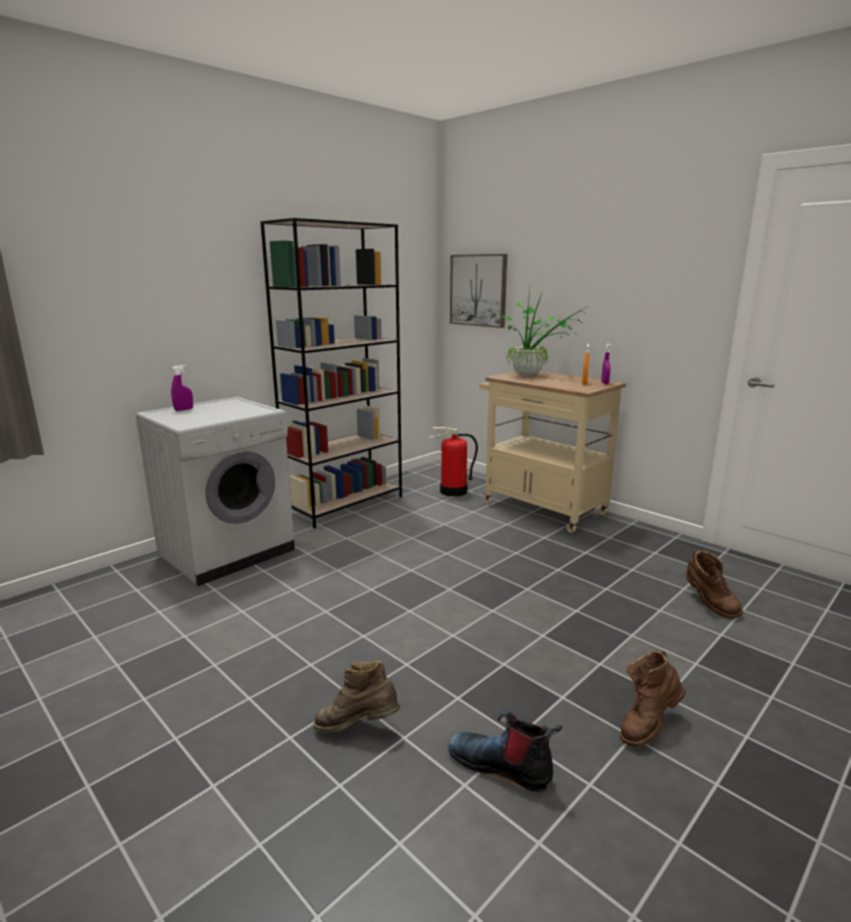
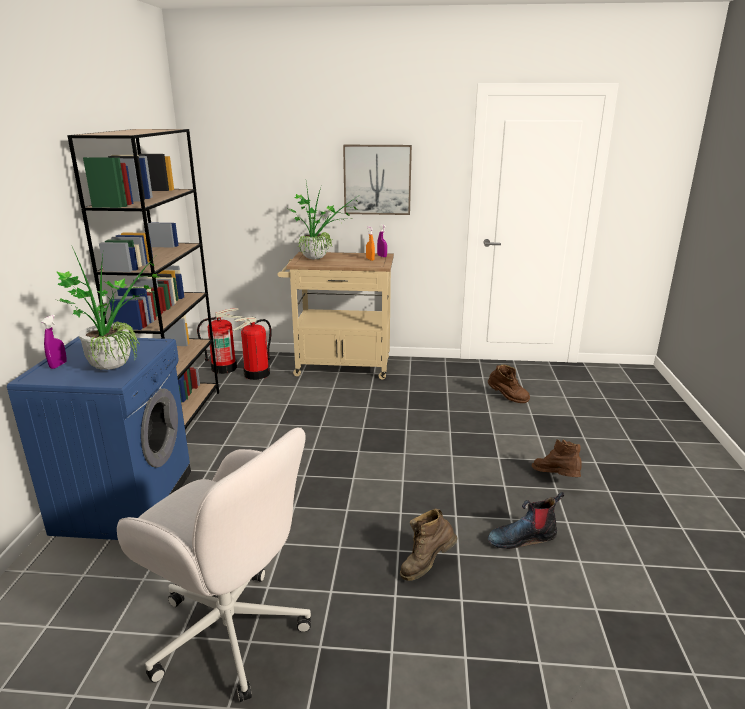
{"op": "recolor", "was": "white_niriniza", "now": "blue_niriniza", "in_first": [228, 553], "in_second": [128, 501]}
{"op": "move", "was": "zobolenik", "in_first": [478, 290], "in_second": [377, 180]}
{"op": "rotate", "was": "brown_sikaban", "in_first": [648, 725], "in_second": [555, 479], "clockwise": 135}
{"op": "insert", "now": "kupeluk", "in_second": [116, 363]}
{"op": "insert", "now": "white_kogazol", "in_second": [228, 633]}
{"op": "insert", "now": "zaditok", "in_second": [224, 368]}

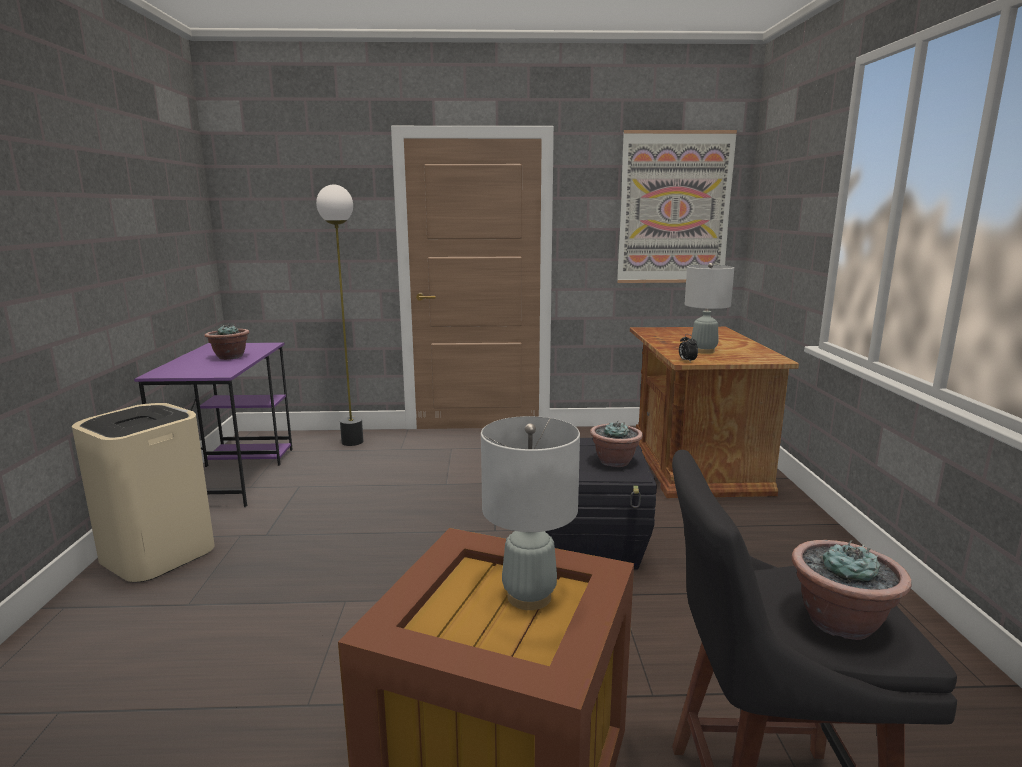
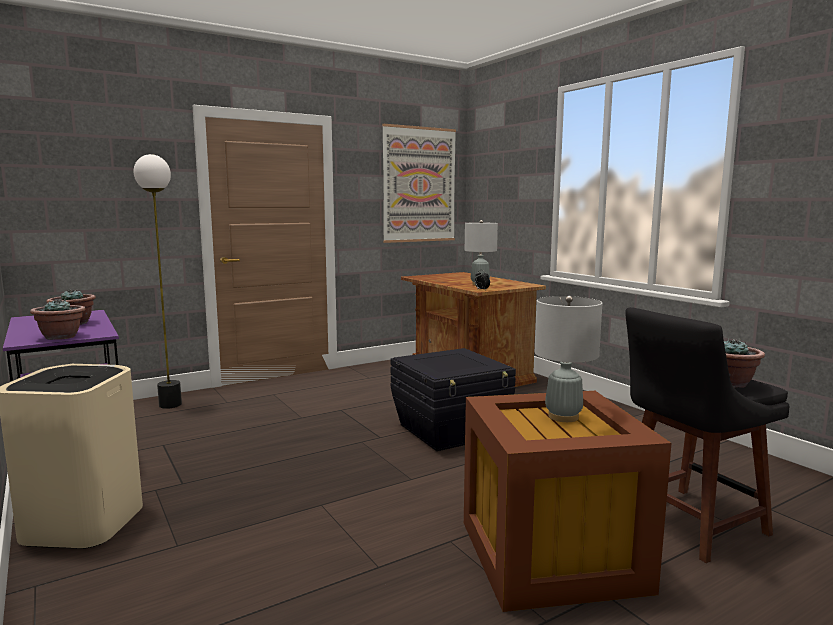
{"op": "move", "was": "kupeluk", "in_first": [614, 462], "in_second": [61, 337]}

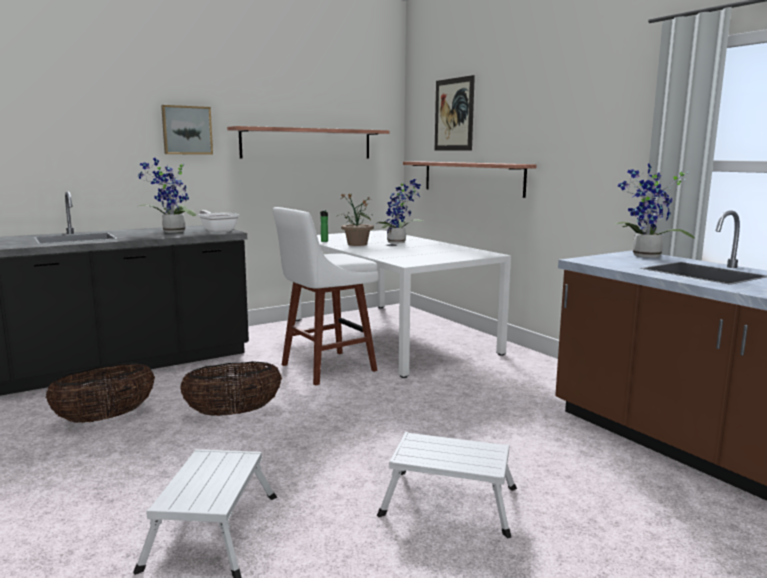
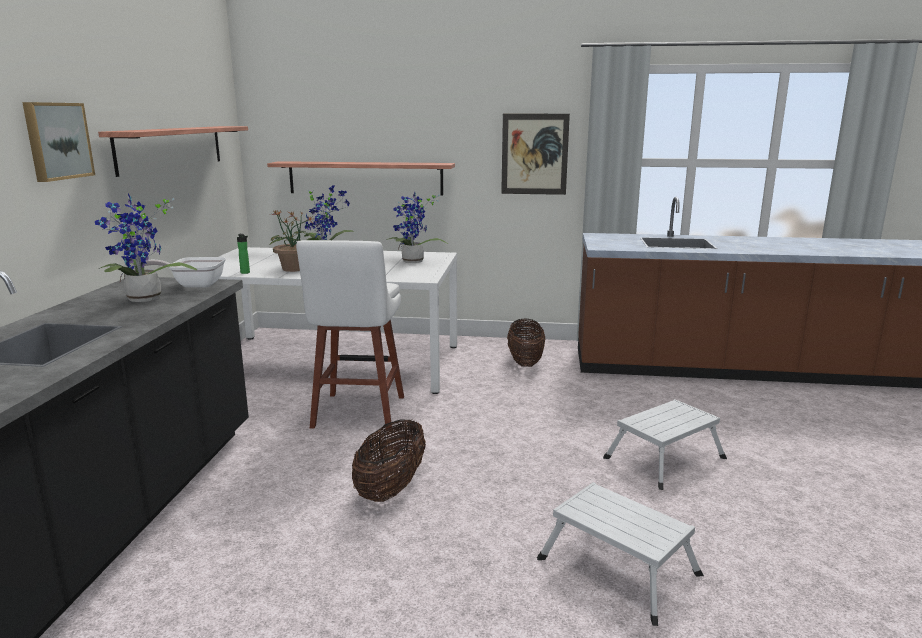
{"op": "move", "was": "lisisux", "in_first": [105, 418], "in_second": [525, 362]}
{"op": "move", "was": "zobolenik", "in_first": [454, 114], "in_second": [534, 154]}
{"op": "move", "was": "kupeluk", "in_first": [644, 256], "in_second": [413, 262]}

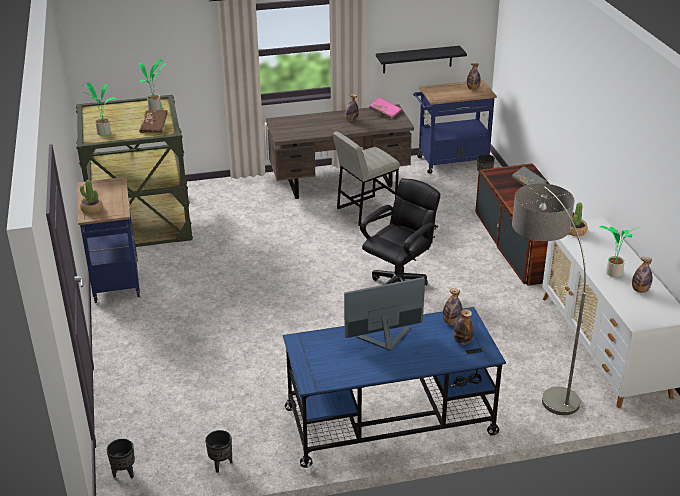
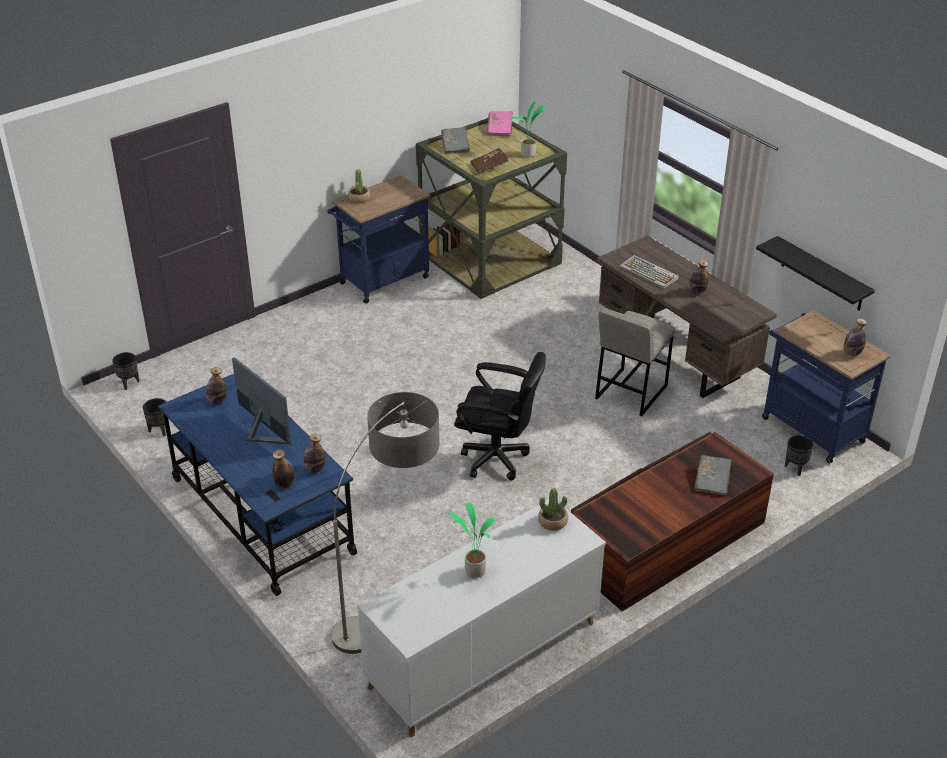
{"op": "replace", "was": "kupeluk", "now": "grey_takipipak", "in_first": [103, 132], "in_second": [455, 146]}
{"op": "rotate", "was": "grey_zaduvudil", "in_first": [365, 211], "in_second": [630, 393], "clockwise": -90}
{"op": "move", "was": "pink_takipipak", "in_first": [385, 113], "in_second": [500, 129]}
{"op": "move", "was": "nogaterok", "in_first": [640, 290], "in_second": [217, 401]}
{"op": "insert", "now": "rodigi", "in_second": [649, 273]}

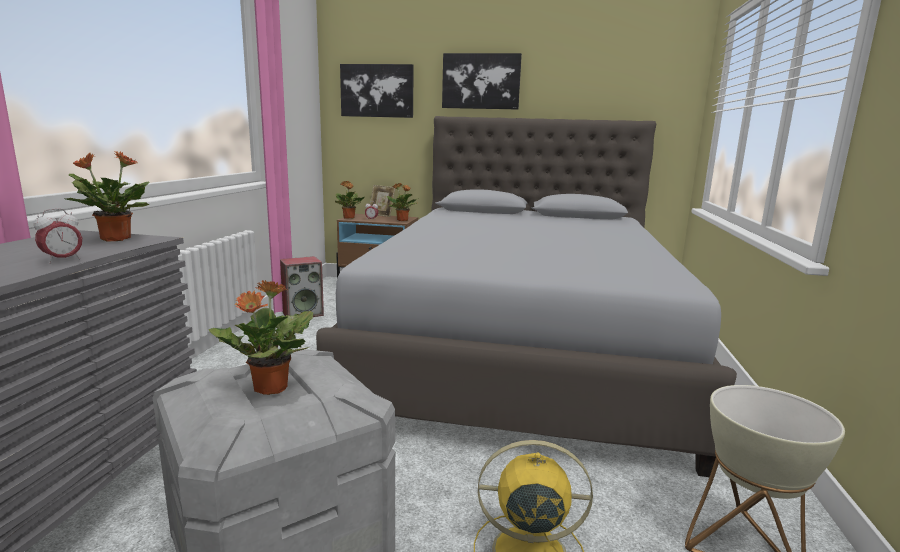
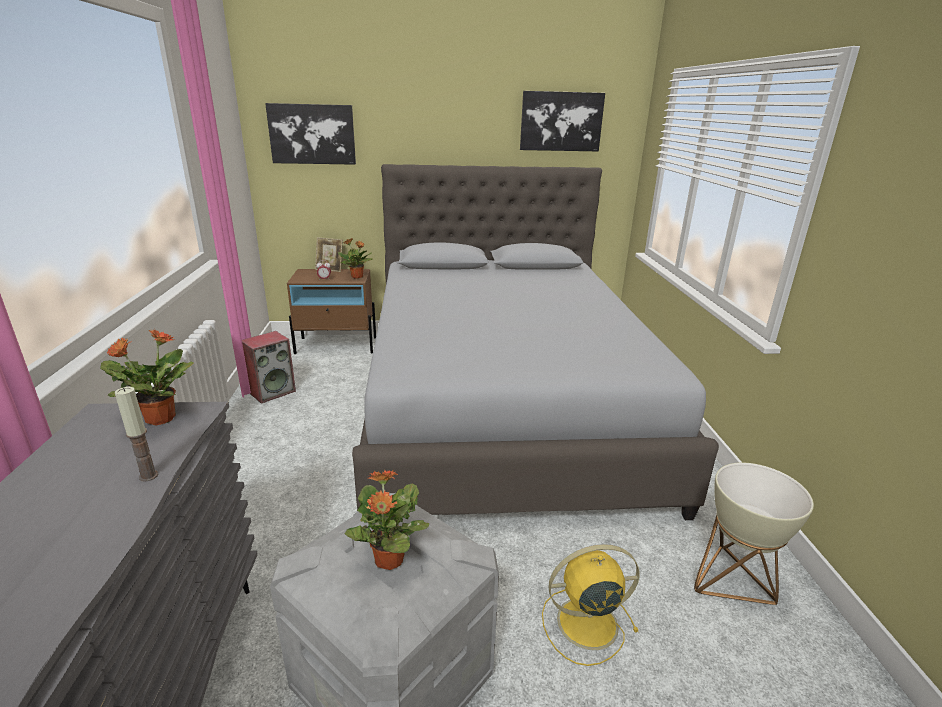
{"op": "replace", "was": "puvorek", "now": "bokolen", "in_first": [62, 260], "in_second": [148, 476]}
{"op": "delete", "was": "kupeluk", "in_first": [349, 218]}
{"op": "move", "was": "zobolenik", "in_first": [481, 81], "in_second": [561, 121]}

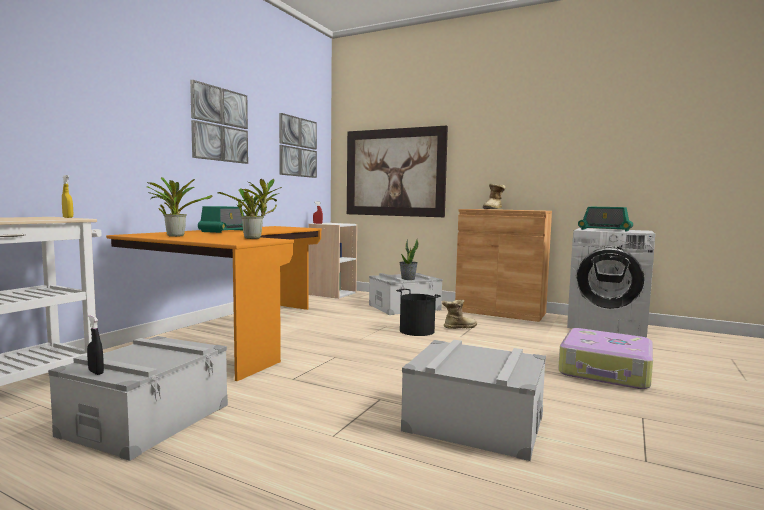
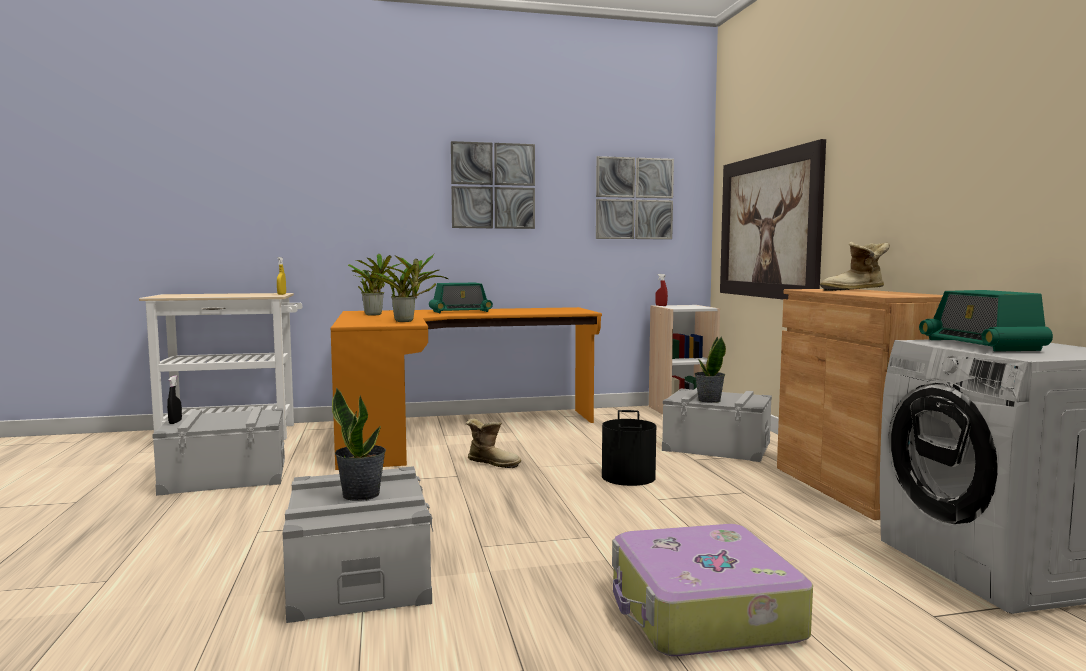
{"op": "move", "was": "sikaban", "in_first": [458, 327], "in_second": [493, 463]}
{"op": "insert", "now": "kupeluk", "in_second": [361, 494]}

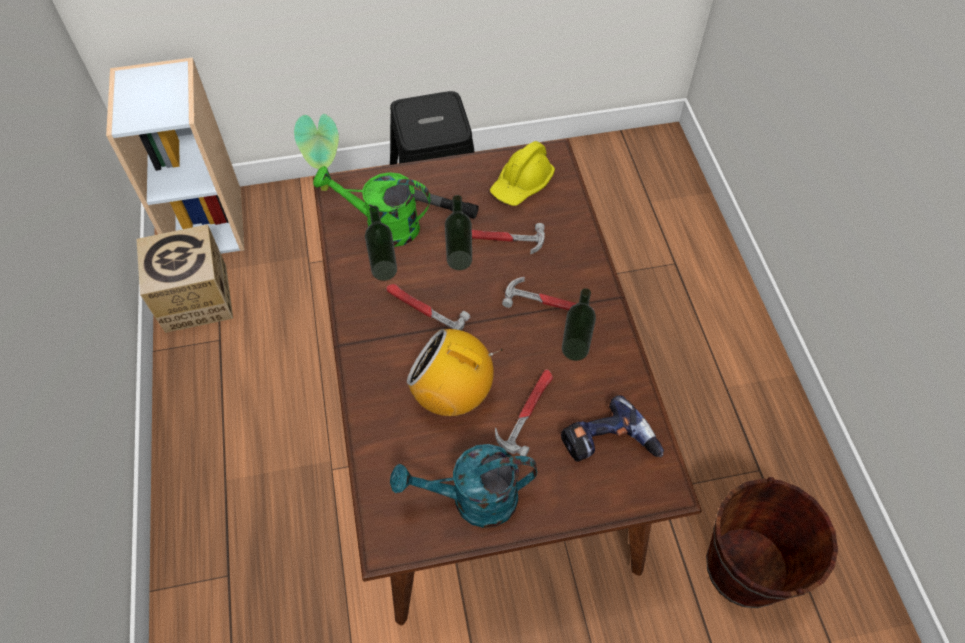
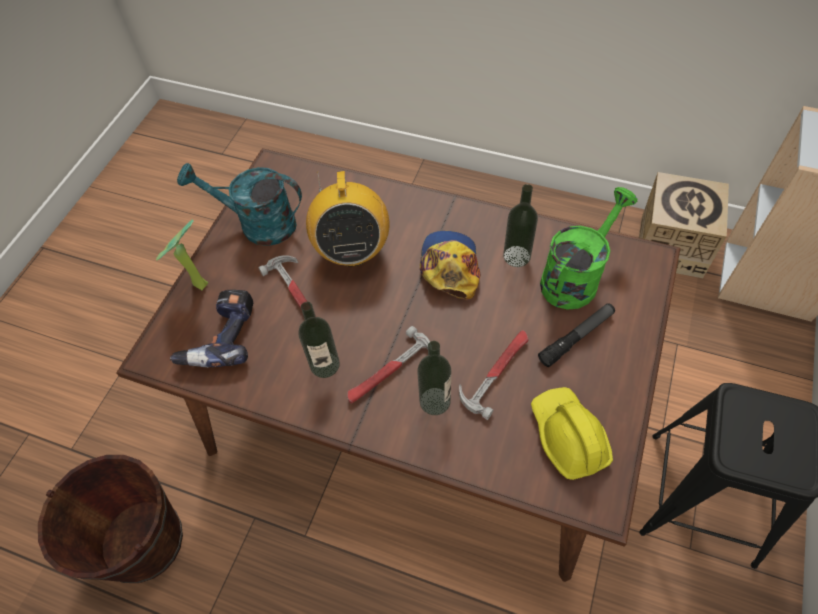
{"op": "move", "was": "kupeluk", "in_first": [327, 186], "in_second": [197, 286]}
{"op": "replace", "was": "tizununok", "now": "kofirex", "in_first": [423, 311], "in_second": [450, 266]}
{"op": "rotate", "was": "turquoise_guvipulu", "in_first": [472, 500], "in_second": [258, 224], "clockwise": -105}
{"op": "rotate", "was": "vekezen", "in_first": [452, 394], "in_second": [352, 250], "clockwise": 120}
{"op": "move", "was": "nogaterok", "in_first": [459, 260], "in_second": [435, 401]}

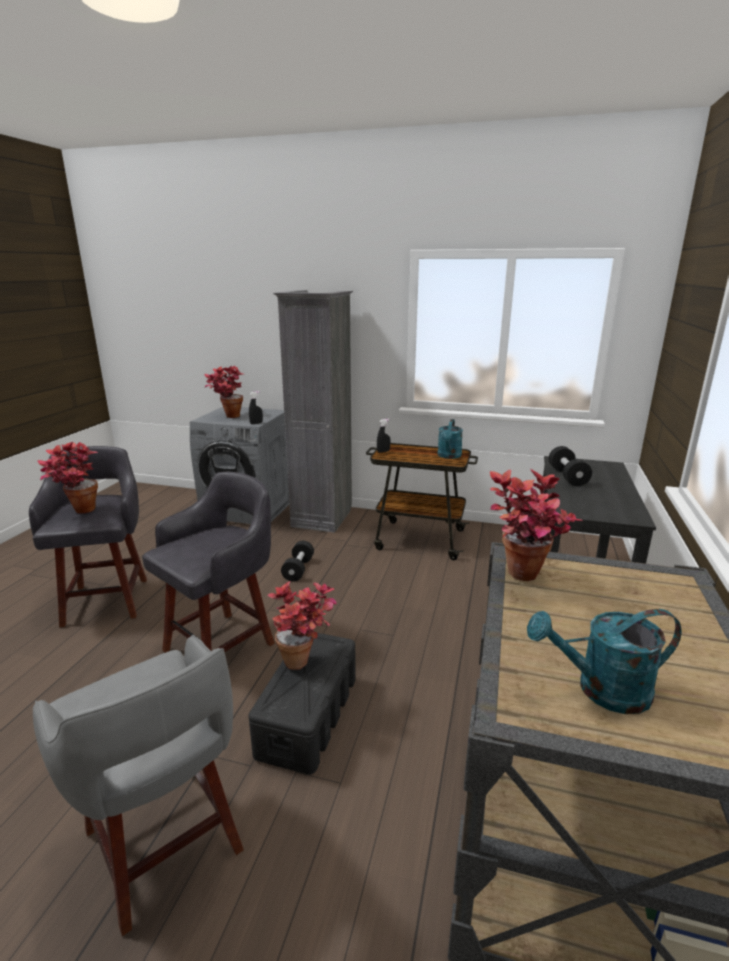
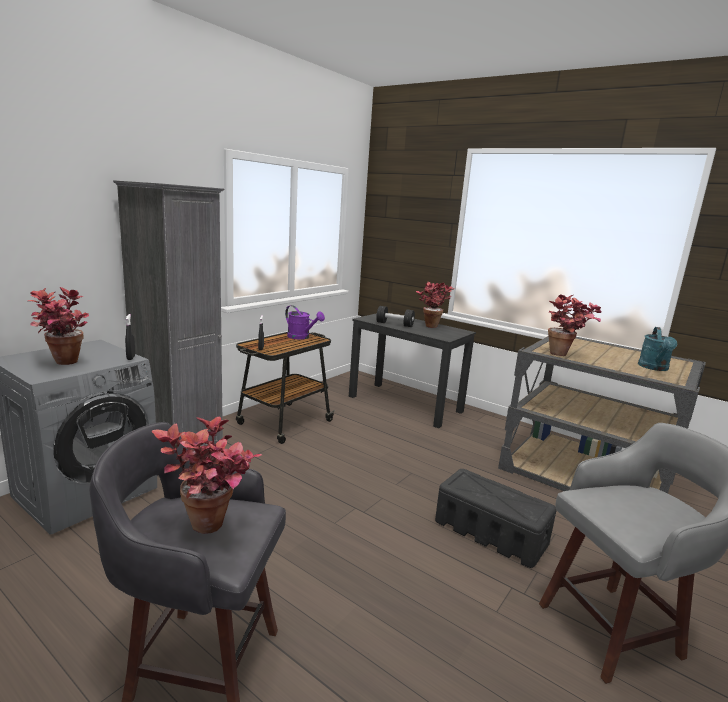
{"op": "delete", "was": "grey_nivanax", "in_first": [223, 645]}
{"op": "move", "was": "kupeluk", "in_first": [305, 660], "in_second": [431, 325]}
{"op": "delete", "was": "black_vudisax", "in_first": [298, 569]}
{"op": "recolor", "was": "turquoise_guvipulu", "now": "purple_guvipulu", "in_first": [449, 456], "in_second": [301, 337]}

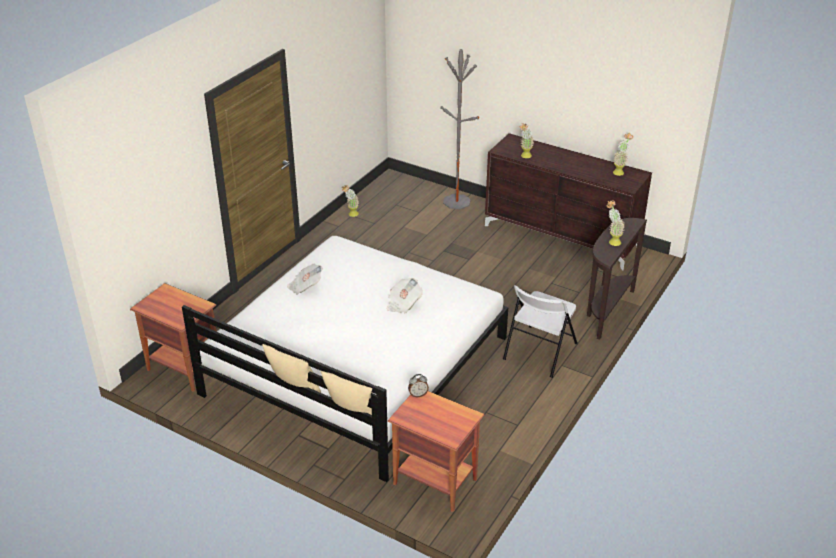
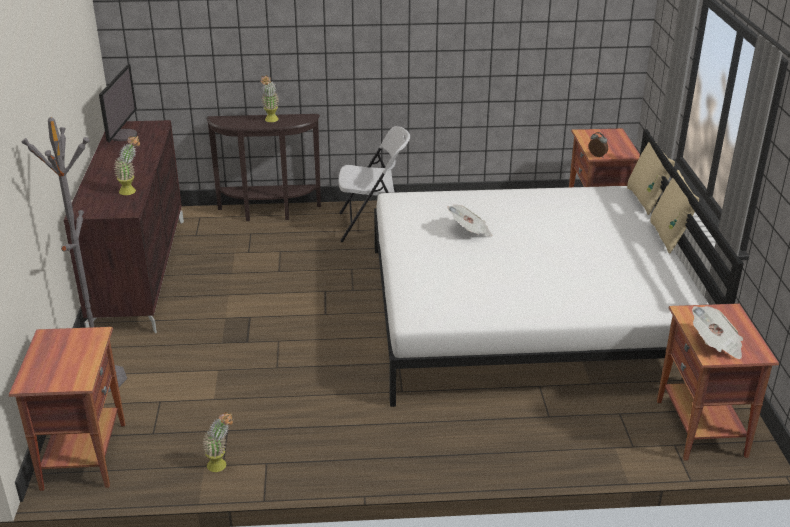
{"op": "move", "was": "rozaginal", "in_first": [305, 286], "in_second": [716, 344]}
{"op": "replace", "was": "kupeluk", "now": "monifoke", "in_first": [620, 171], "in_second": [122, 135]}
{"op": "insert", "now": "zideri", "in_second": [83, 455]}

